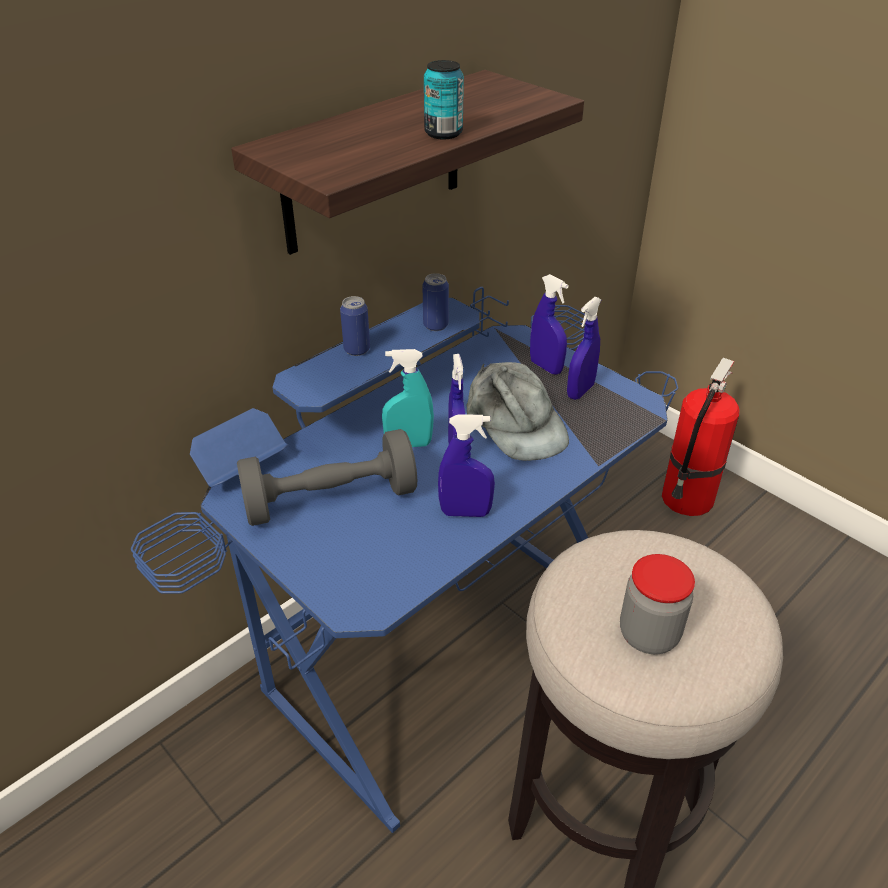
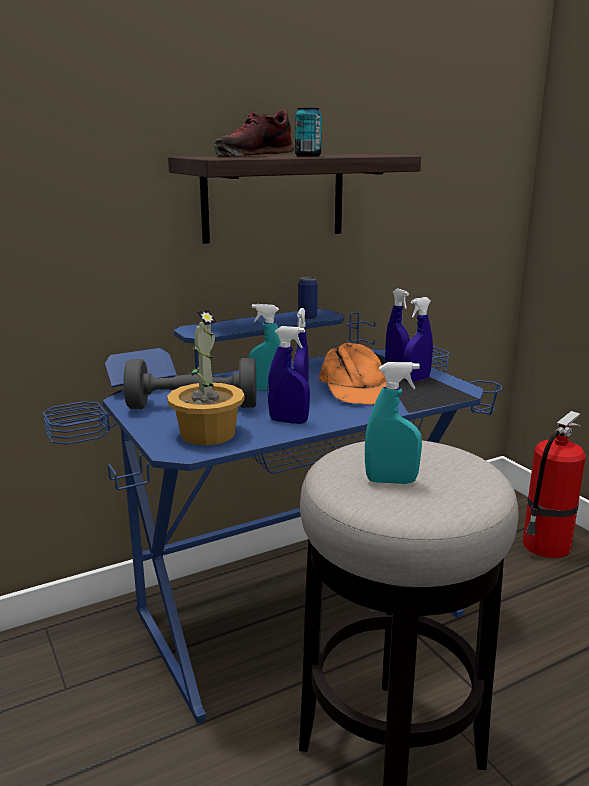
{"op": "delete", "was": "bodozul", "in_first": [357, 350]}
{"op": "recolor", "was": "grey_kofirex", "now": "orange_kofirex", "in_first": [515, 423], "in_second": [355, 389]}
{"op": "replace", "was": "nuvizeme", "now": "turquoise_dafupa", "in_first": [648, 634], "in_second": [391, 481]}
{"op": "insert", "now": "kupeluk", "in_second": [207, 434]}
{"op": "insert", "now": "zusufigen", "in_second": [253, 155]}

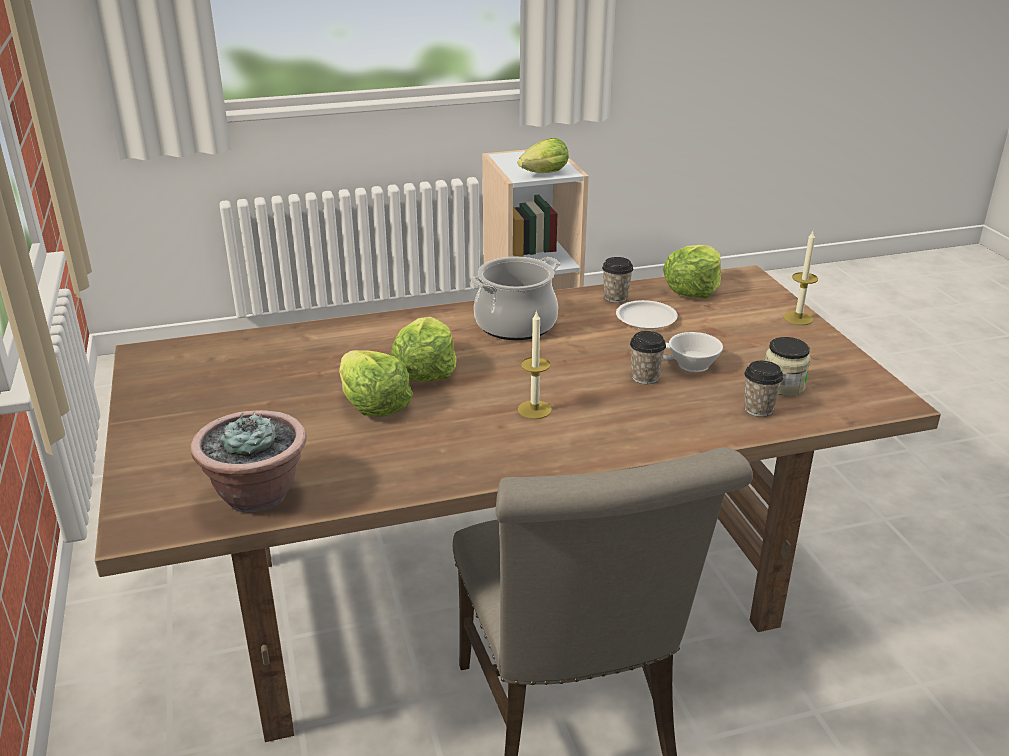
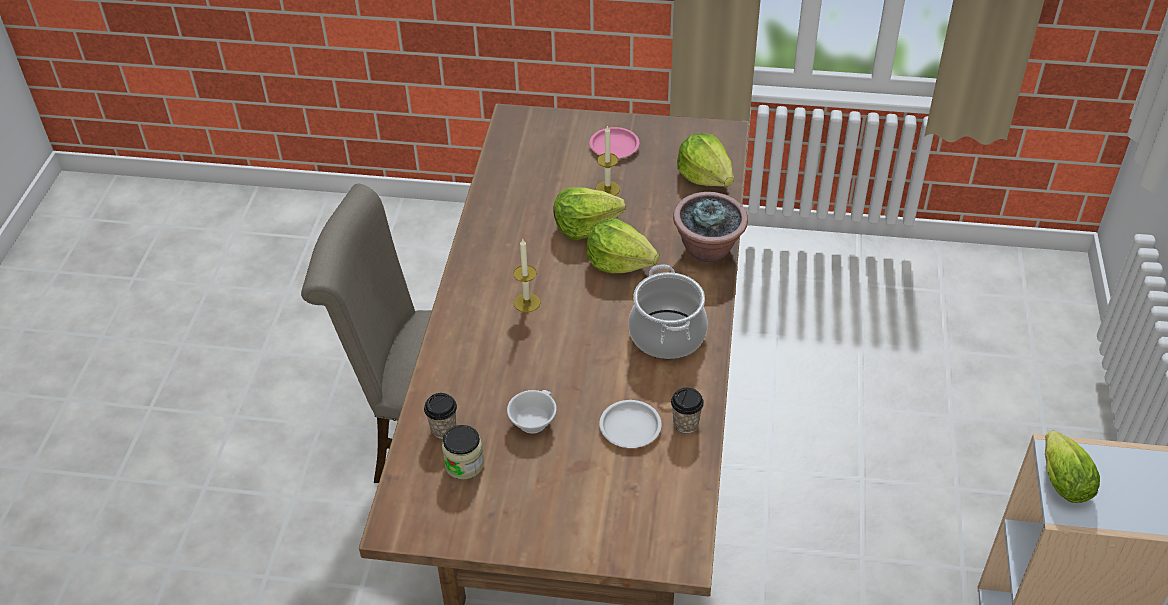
{"op": "move", "was": "kupeluk", "in_first": [257, 494], "in_second": [708, 249]}
{"op": "delete", "was": "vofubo", "in_first": [645, 377]}
{"op": "move", "was": "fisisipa", "in_first": [692, 289], "in_second": [705, 176]}
{"op": "move", "was": "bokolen", "in_first": [798, 318], "in_second": [607, 189]}
{"op": "insert", "now": "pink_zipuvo", "in_second": [614, 146]}

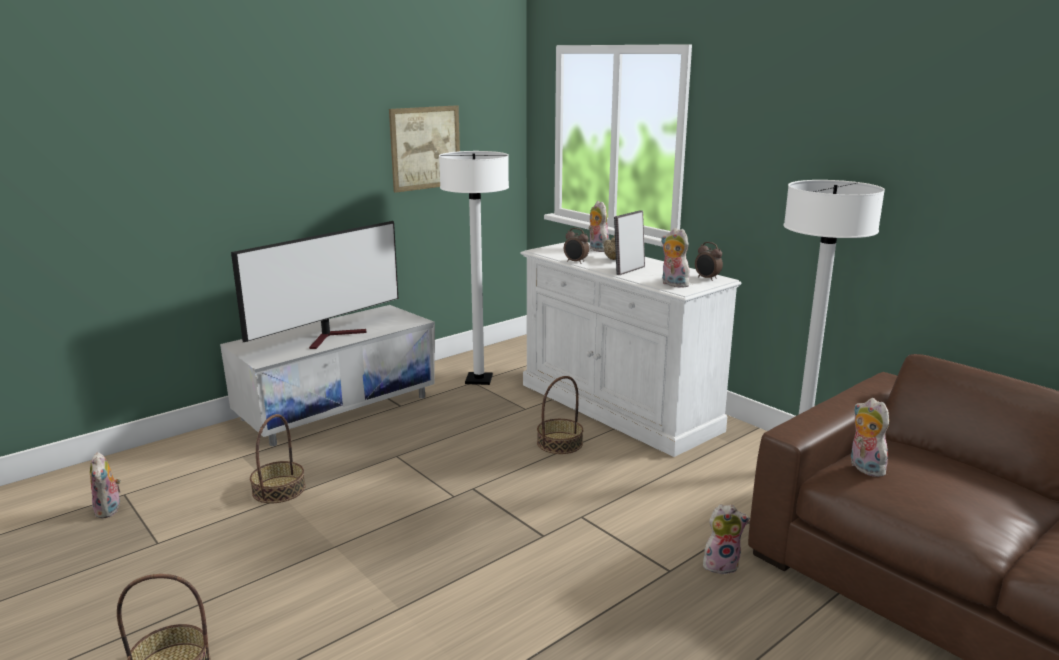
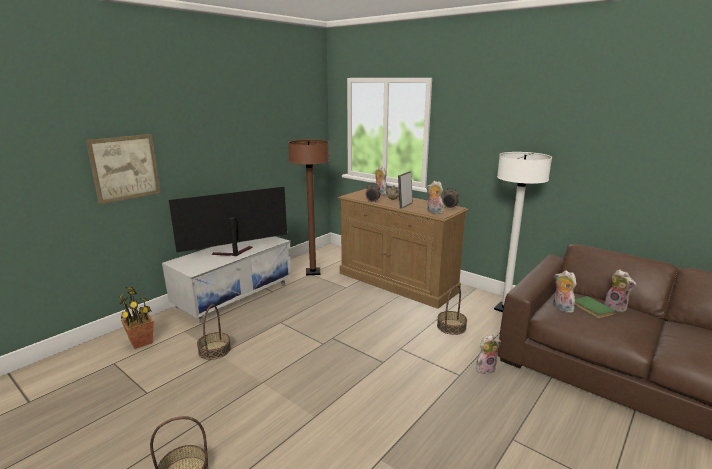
{"op": "move", "was": "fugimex", "in_first": [110, 510], "in_second": [616, 307]}
{"op": "rotate", "was": "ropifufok", "in_first": [334, 336], "in_second": [232, 253], "clockwise": -150}
{"op": "move", "was": "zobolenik", "in_first": [425, 148], "in_second": [125, 168]}
{"op": "recolor", "was": "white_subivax", "now": "brown_subivax", "in_first": [479, 380], "in_second": [313, 272]}
{"op": "recolor", "was": "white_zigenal", "now": "brown_zigenal", "in_first": [618, 407], "in_second": [397, 282]}
{"op": "move", "was": "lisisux", "in_first": [559, 443], "in_second": [451, 326]}
{"op": "insert", "now": "kupeluk", "in_second": [141, 342]}
{"op": "insert", "now": "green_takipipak", "in_second": [591, 308]}

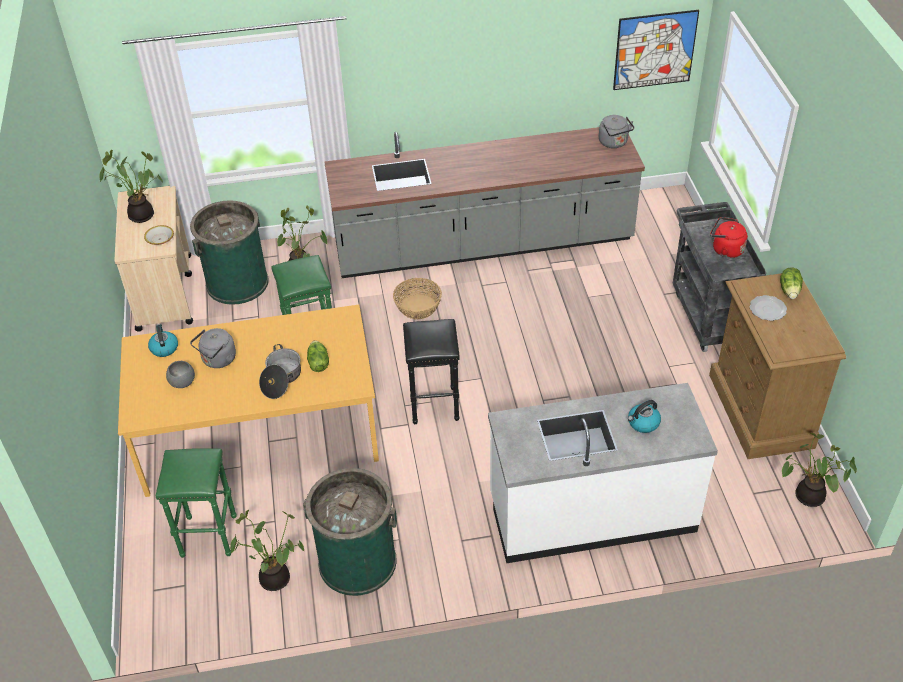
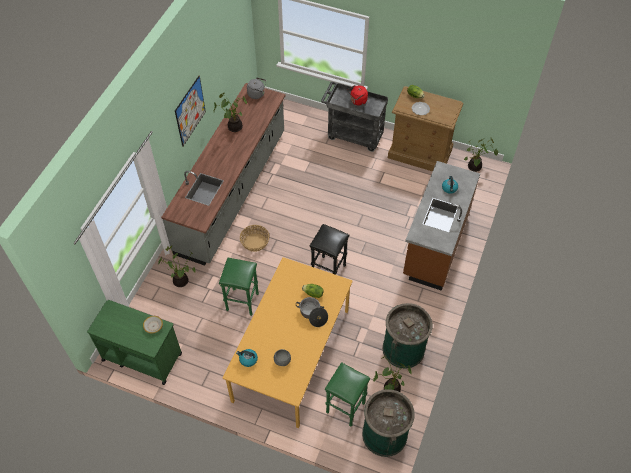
{"op": "move", "was": "kupeluk", "in_first": [142, 214], "in_second": [234, 126]}
{"op": "recolor", "was": "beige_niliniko", "now": "green_niliniko", "in_first": [165, 291], "in_second": [141, 356]}
{"op": "move", "was": "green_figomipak", "in_first": [237, 283], "in_second": [384, 434]}
{"op": "delete", "was": "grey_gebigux", "in_first": [217, 360]}
{"op": "recolor", "was": "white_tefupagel", "now": "brown_tefupagel", "in_first": [592, 513], "in_second": [435, 244]}
{"op": "move", "was": "zobolenik", "in_first": [655, 50], "in_second": [190, 111]}

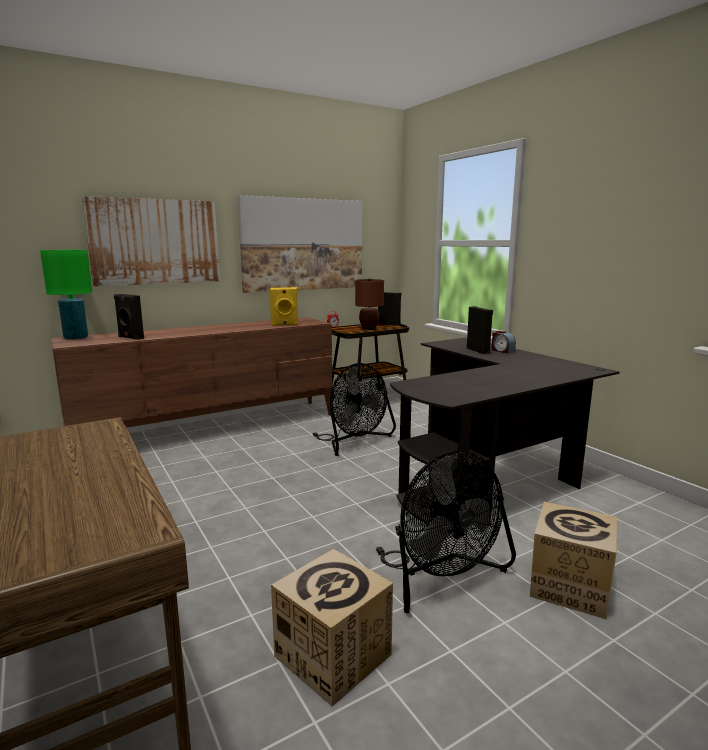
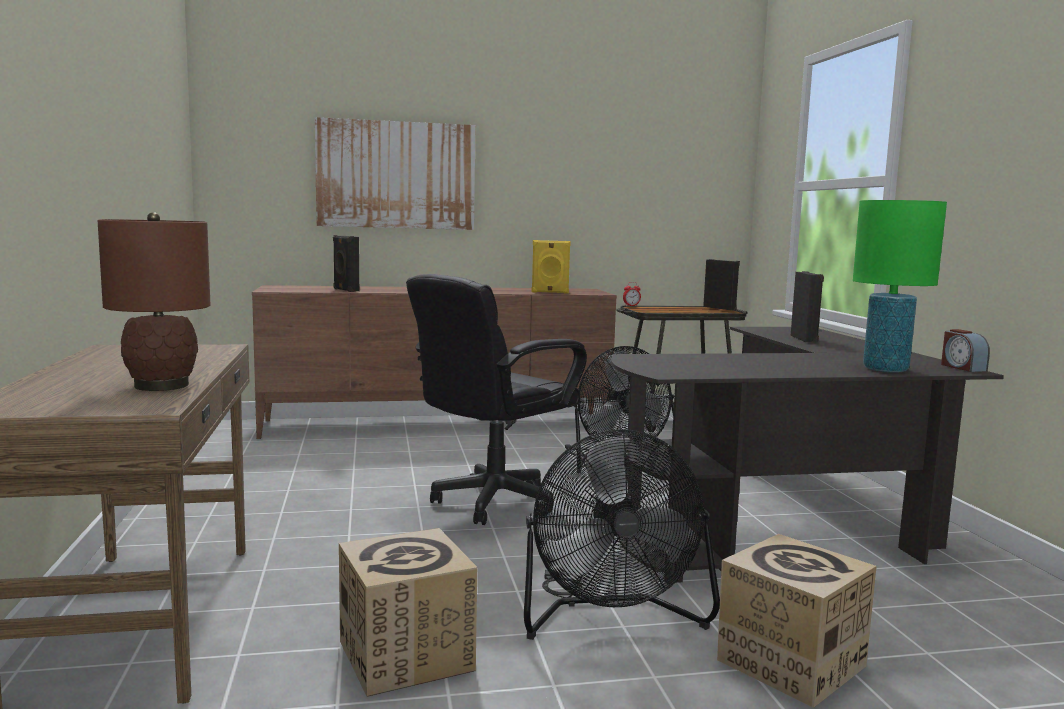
{"op": "move", "was": "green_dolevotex", "in_first": [76, 338], "in_second": [885, 369]}
{"op": "delete", "was": "zobolenik", "in_first": [303, 244]}
{"op": "move", "was": "brown_dolevotex", "in_first": [369, 328], "in_second": [162, 385]}
{"op": "move", "was": "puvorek", "in_first": [502, 351], "in_second": [962, 367]}
{"op": "insert", "now": "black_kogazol", "in_second": [490, 505]}

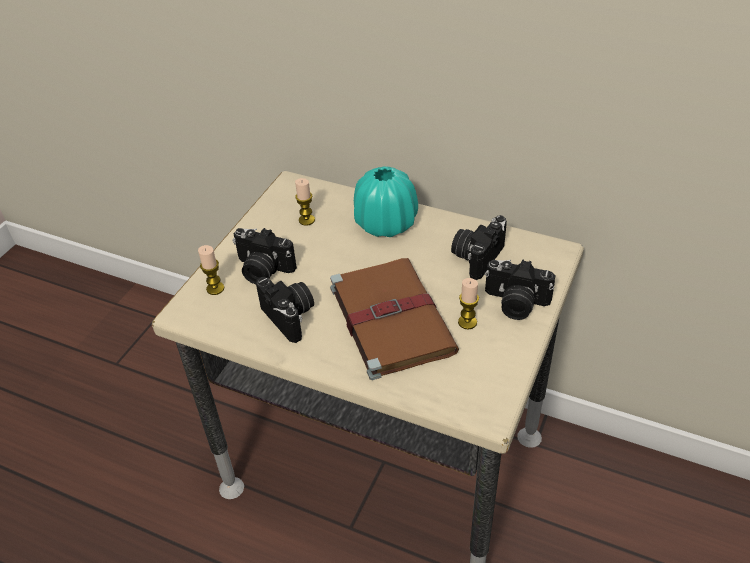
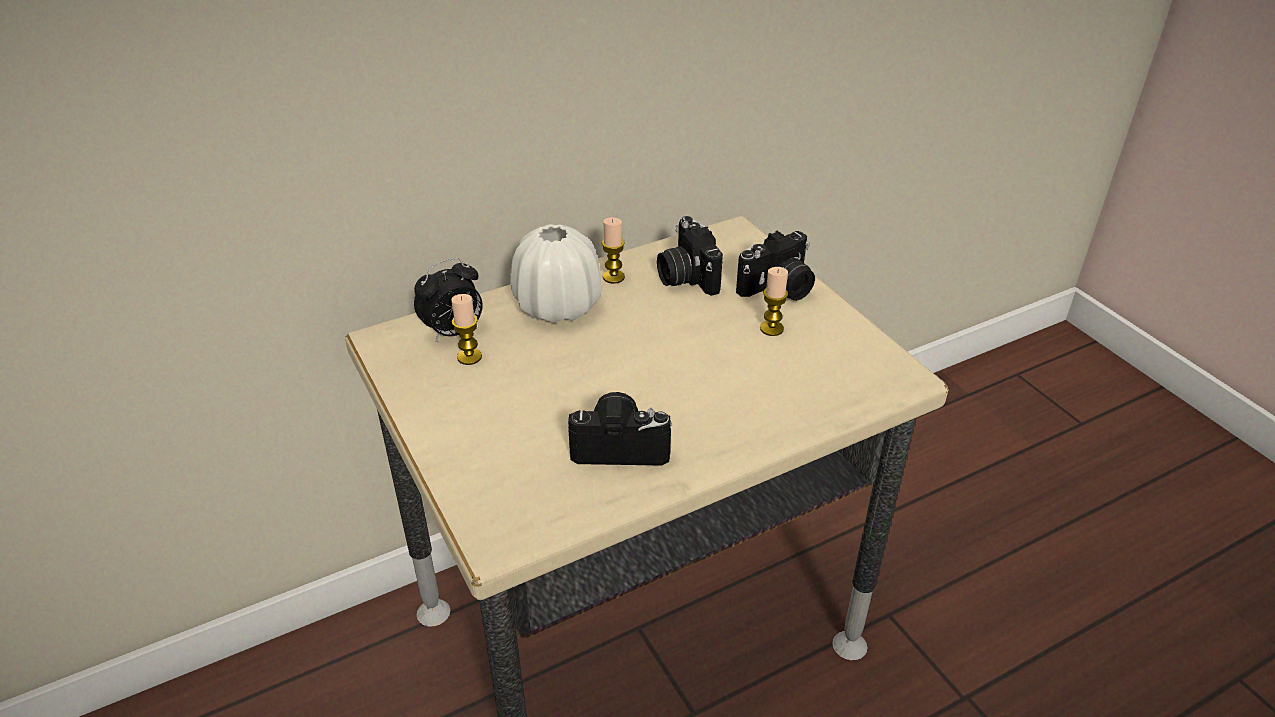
{"op": "move", "was": "bokolen", "in_first": [215, 288], "in_second": [613, 277]}
{"op": "delete", "was": "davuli", "in_first": [262, 270]}
{"op": "delete", "was": "brown_takipipak", "in_first": [390, 317]}
{"op": "recolor", "was": "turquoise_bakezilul", "now": "white_bakezilul", "in_first": [385, 224], "in_second": [557, 306]}
{"op": "insert", "now": "puvorek", "in_second": [453, 332]}

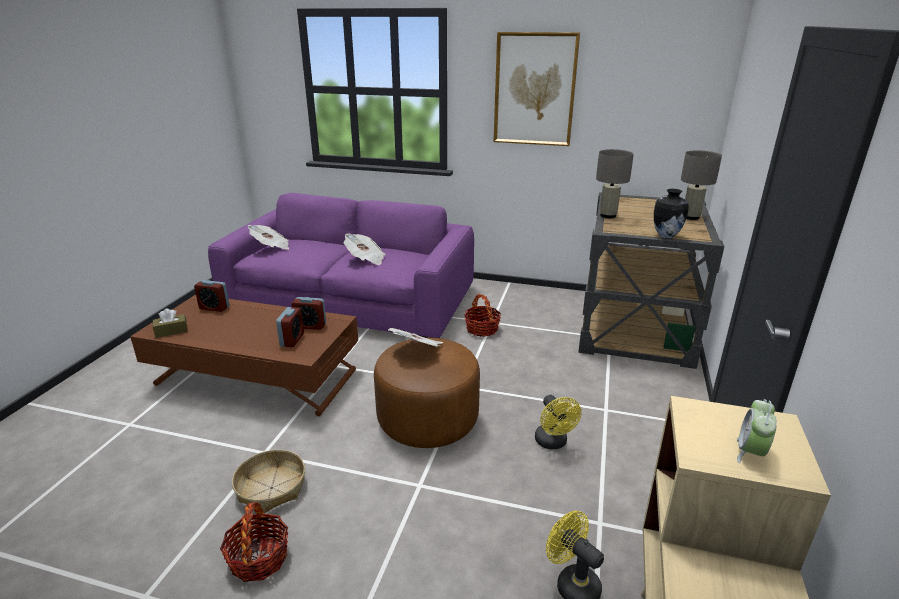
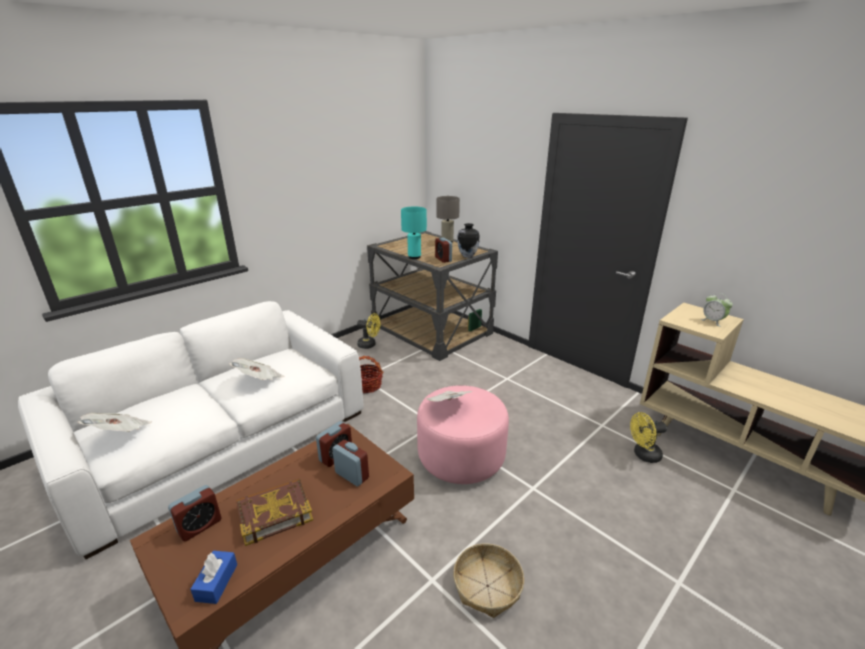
{"op": "recolor", "was": "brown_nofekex", "now": "blue_nofekex", "in_first": [171, 331], "in_second": [216, 582]}
{"op": "recolor", "was": "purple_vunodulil", "now": "white_vunodulil", "in_first": [351, 298], "in_second": [218, 437]}
{"op": "delete", "was": "lisisux", "in_first": [259, 558]}
{"op": "recolor", "was": "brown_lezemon", "now": "pink_lezemon", "in_first": [427, 419], "in_second": [461, 457]}
{"op": "delete", "was": "zobolenik", "in_first": [534, 90]}
{"op": "move", "was": "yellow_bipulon", "in_first": [553, 443], "in_second": [369, 345]}
{"op": "recolor", "was": "grey_dolevotex", "now": "turquoise_dolevotex", "in_first": [607, 215], "in_second": [414, 257]}
{"op": "insert", "now": "takipipak", "in_second": [274, 513]}
{"op": "insert", "now": "puvorek", "in_second": [443, 259]}

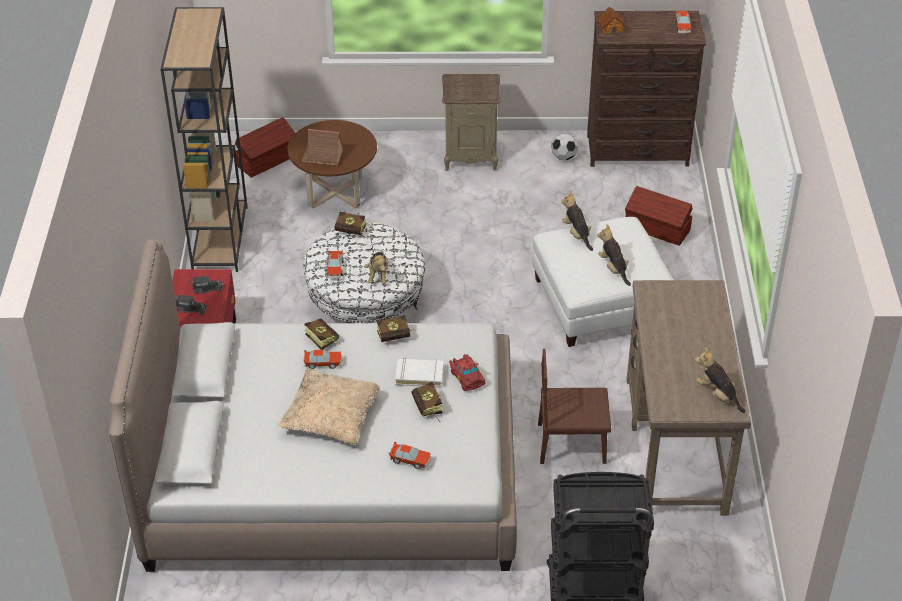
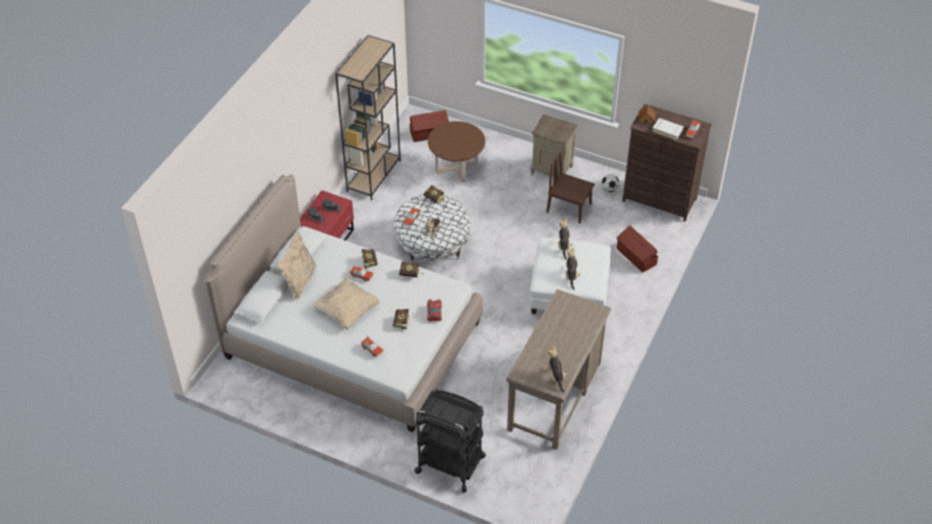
{"op": "delete", "was": "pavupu", "in_first": [323, 156]}
{"op": "move", "was": "white_takipipak", "in_first": [419, 375], "in_second": [667, 130]}
{"op": "move", "was": "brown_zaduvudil", "in_first": [572, 443], "in_second": [569, 208]}
{"op": "insert", "now": "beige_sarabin", "in_second": [300, 281]}

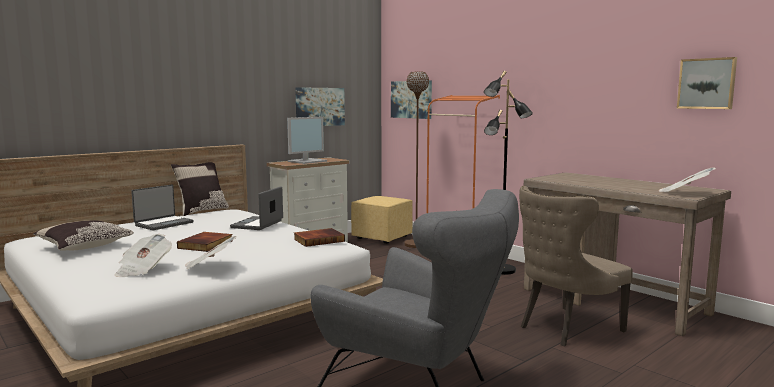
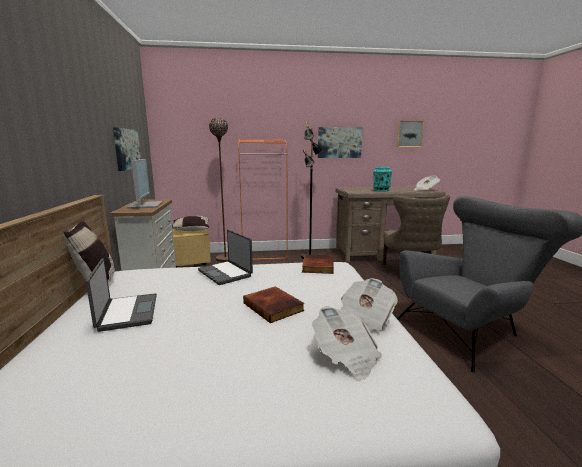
{"op": "move", "was": "sarabin", "in_first": [85, 246], "in_second": [191, 230]}
{"op": "move", "was": "zobolenik", "in_first": [411, 99], "in_second": [339, 142]}
{"op": "insert", "now": "turquoise_bakezilul", "in_second": [381, 190]}

